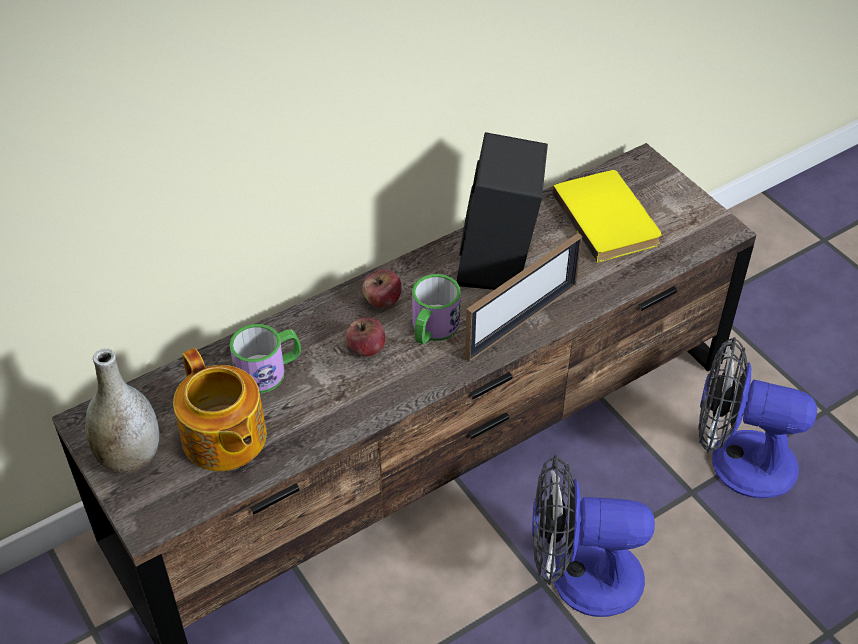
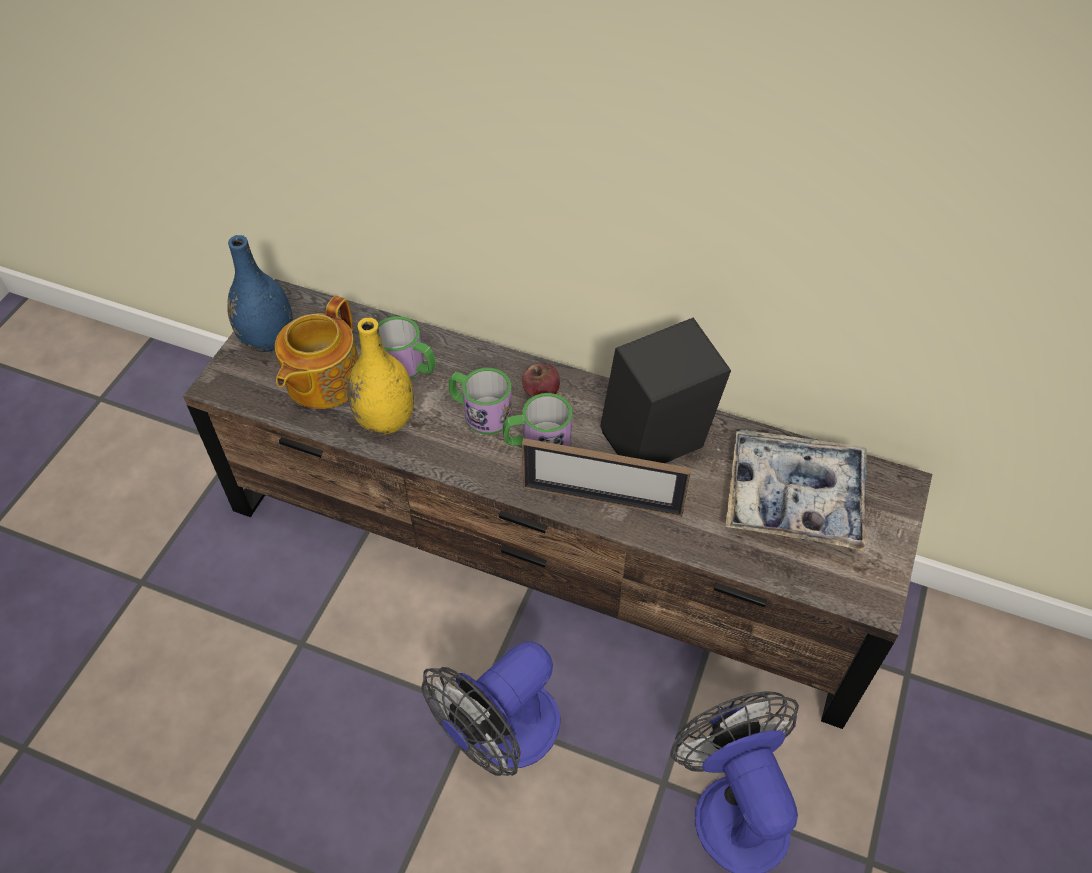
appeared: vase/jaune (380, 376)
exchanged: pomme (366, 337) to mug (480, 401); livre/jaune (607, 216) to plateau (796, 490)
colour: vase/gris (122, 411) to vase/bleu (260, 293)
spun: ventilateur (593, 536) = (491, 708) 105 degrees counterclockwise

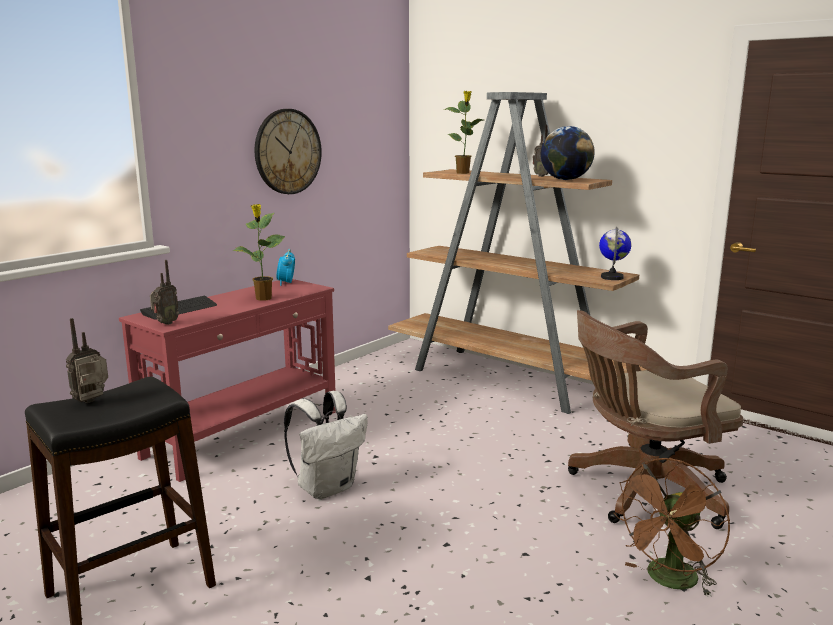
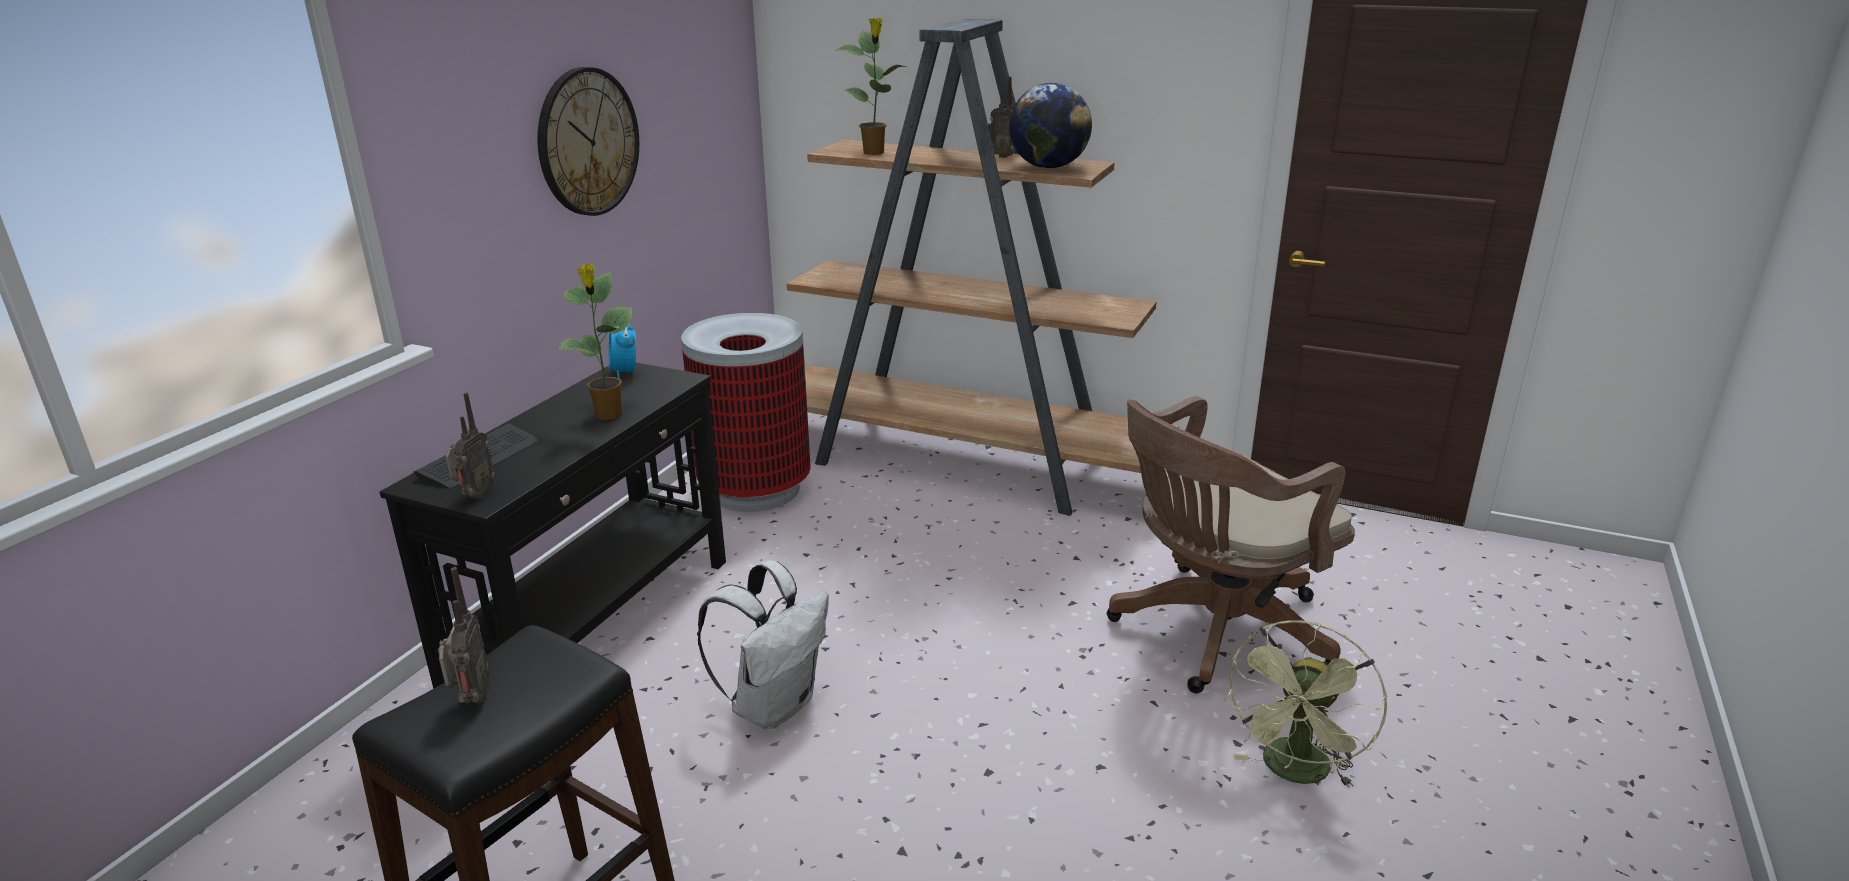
missing: globe (615, 253)
appeared: poubelle (746, 412)
colour: table console/rouge (227, 380) to table console/noir (553, 525); ventilateur/marron (672, 527) to ventilateur/vert (1305, 704)
spun: radio (87, 360) = (463, 635) 150 degrees clockwise

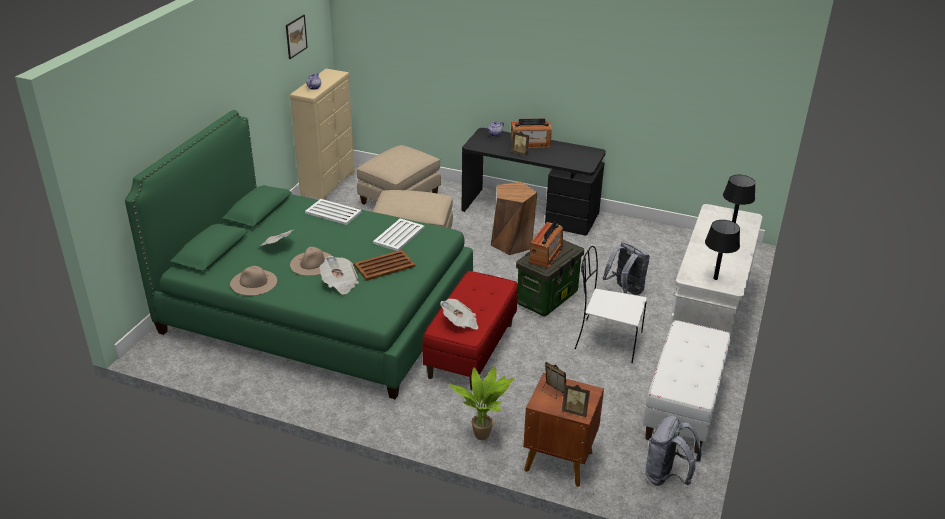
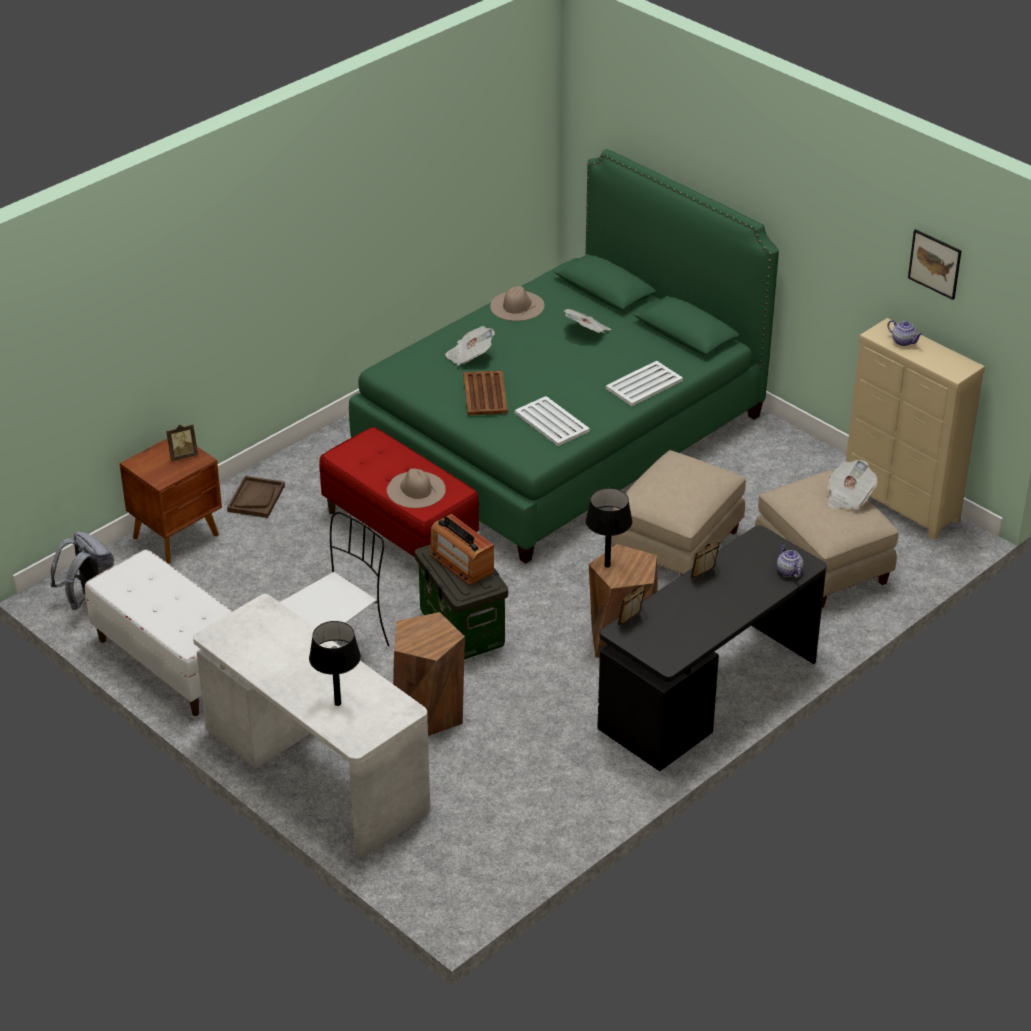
missing: radio (531, 133)
relocated: chapeau/beige (311, 261) to (416, 488); journal (459, 314) to (852, 485); cadre photo (576, 400) to (632, 608); lampe de table/noir (722, 250) to (608, 528)
exchanged: plante en pot (481, 403) to plateau/marron (256, 497); sac à dos/gris (626, 268) to tabouret/marron (429, 674)

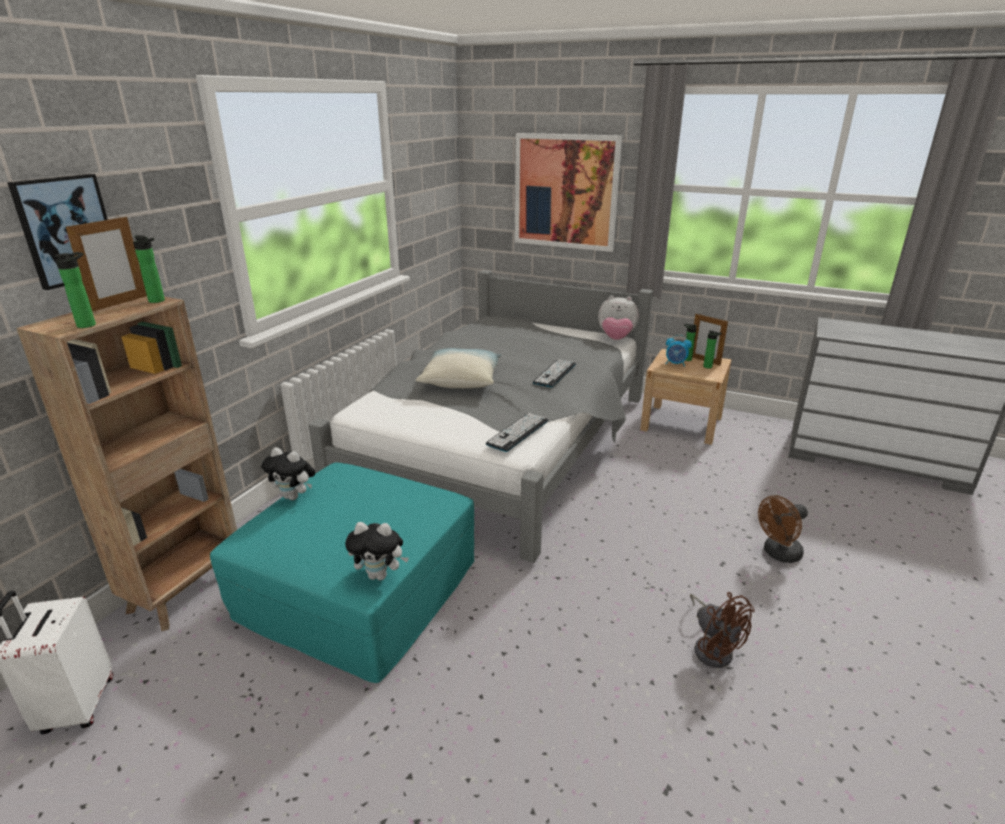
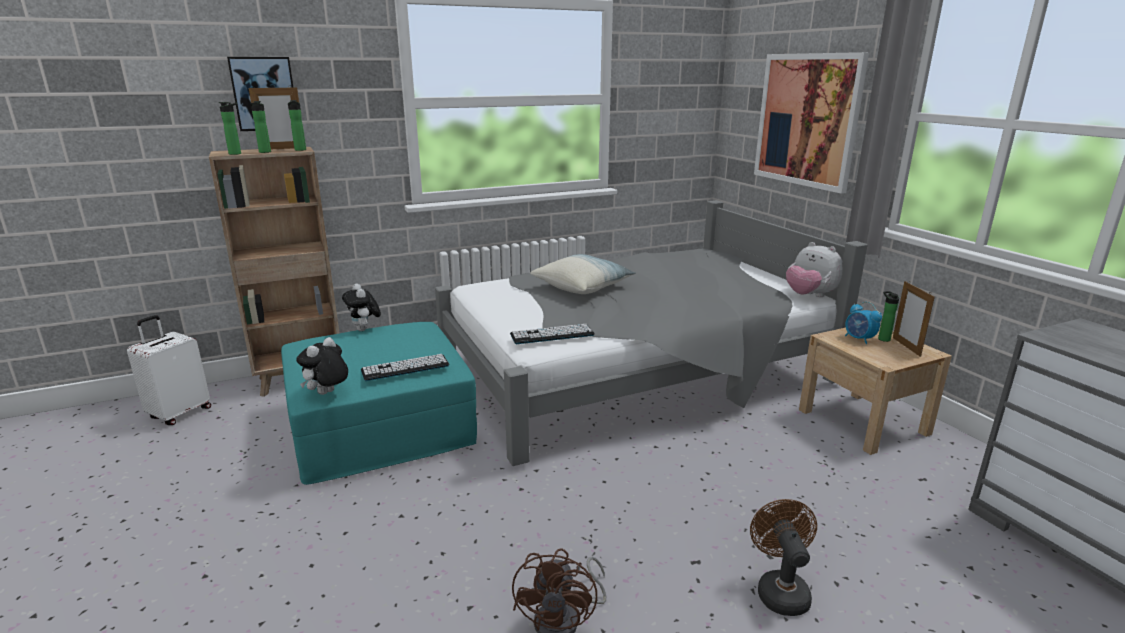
relocated: clavier (554, 373) to (405, 367); bouteille (712, 349) to (261, 127)
spun: peluche (377, 551) = (322, 366) 75 degrees clockwise; ventilateur/marron (783, 529) = (783, 557) 75 degrees clockwise

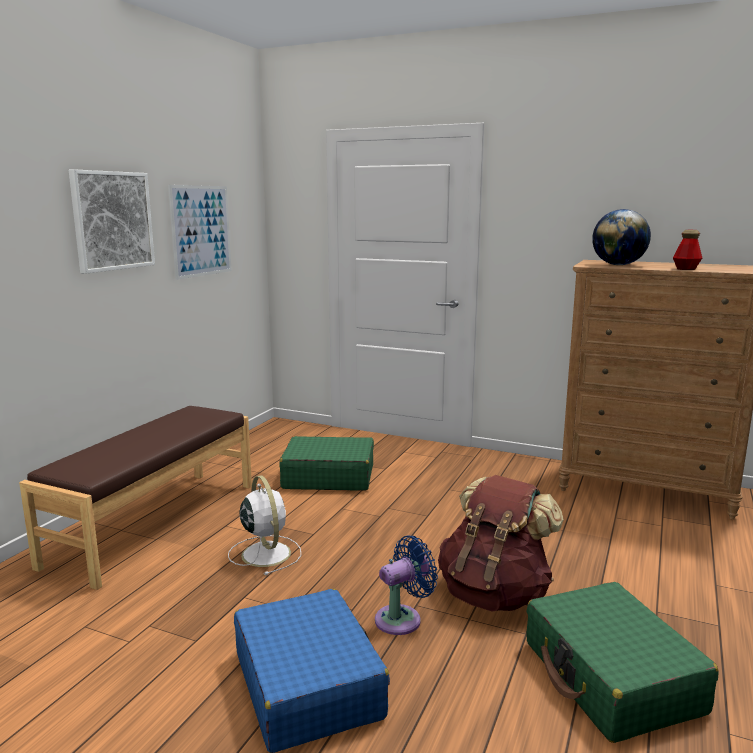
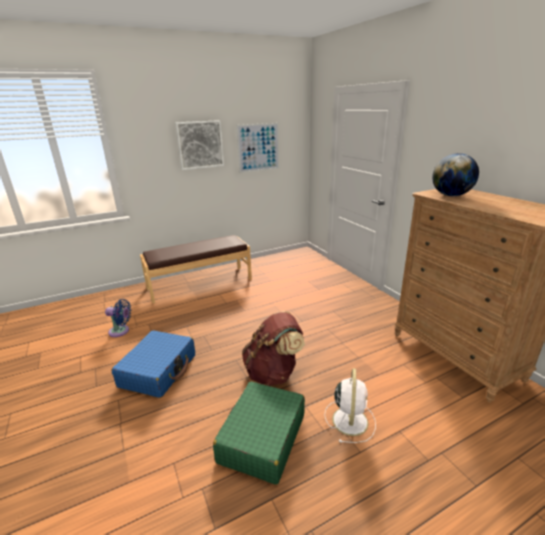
missing: valise/vert (326, 463); bouteille (687, 250)
relocated: ventilateur/blanc (264, 525) to (350, 405); ventilateur/bleu (406, 585) to (118, 318)

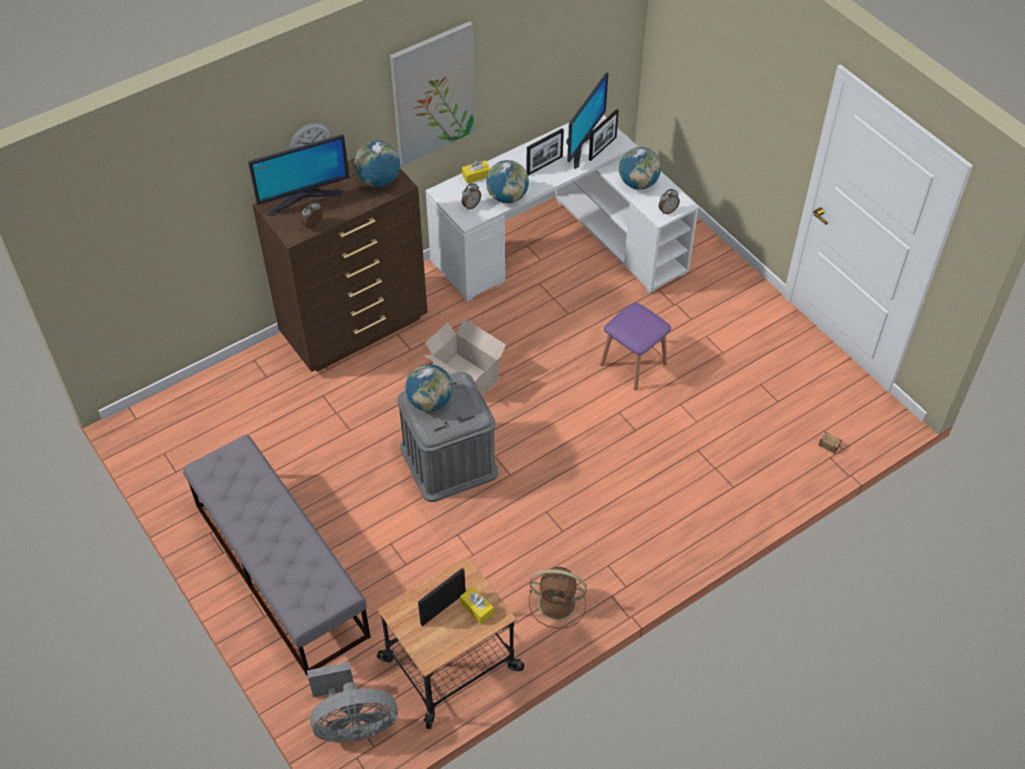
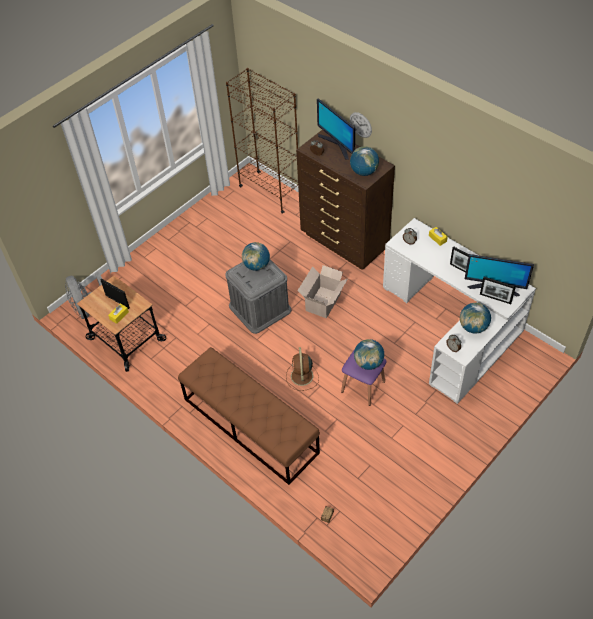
missing: banc/gris (277, 554); tableau (433, 93)
appeared: banc/marron (249, 416); bibliothèque/marron (262, 141)
relocated: globe (507, 181) to (369, 354); ventilateur/marron (558, 597) to (302, 369)

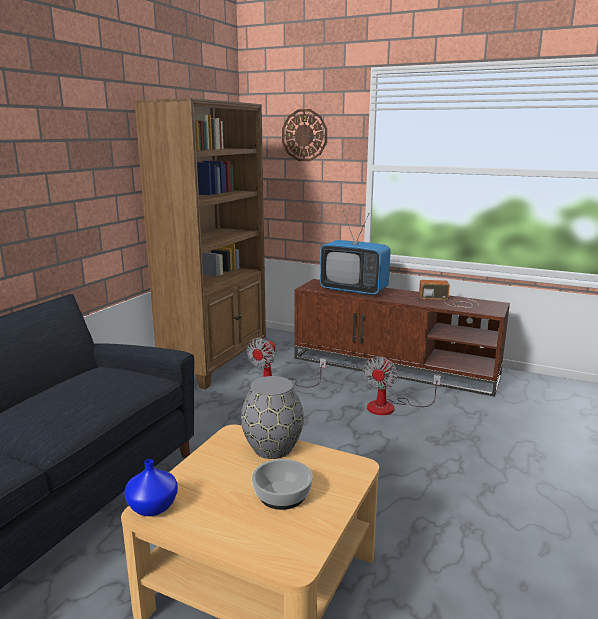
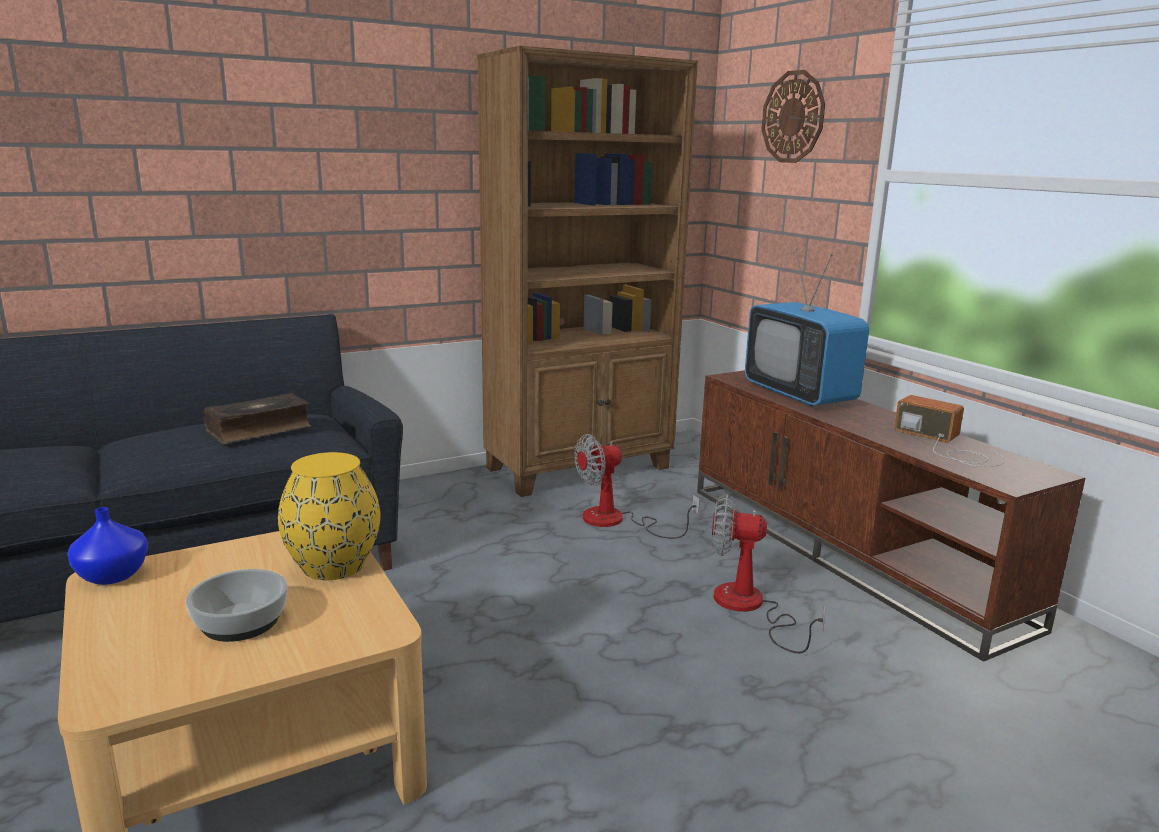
appeared: livre (257, 418)
colour: vase/gris (272, 417) to vase/jaune (329, 516)
spun: ventilateur (402, 385) = (769, 573) 45 degrees clockwise

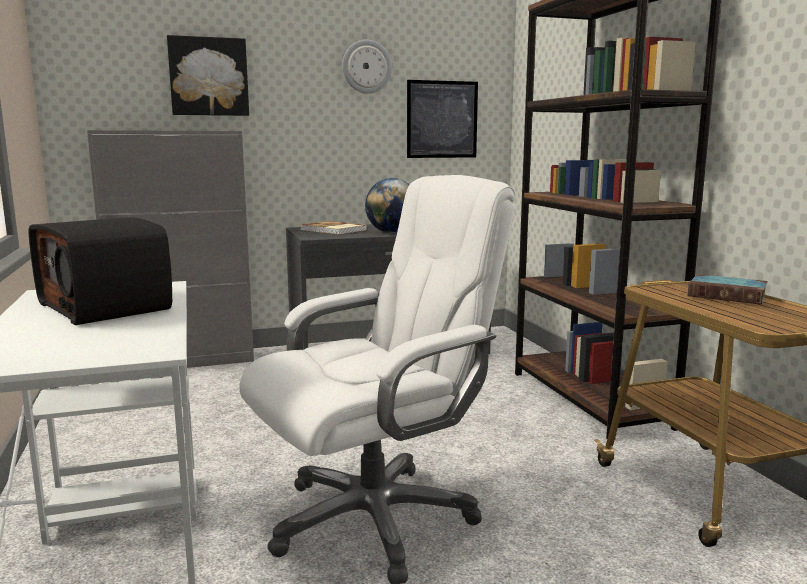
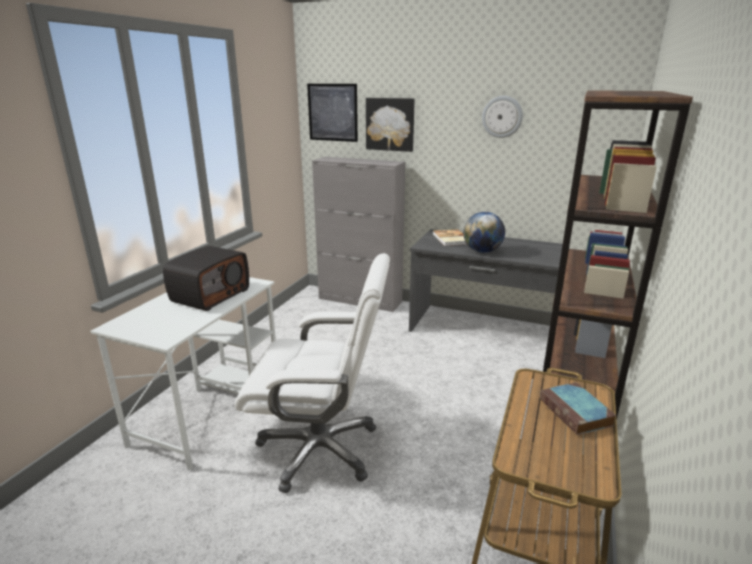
relocated: tableau (442, 119) to (332, 113)
spun: radio (100, 271) = (206, 278) 150 degrees counterclockwise

